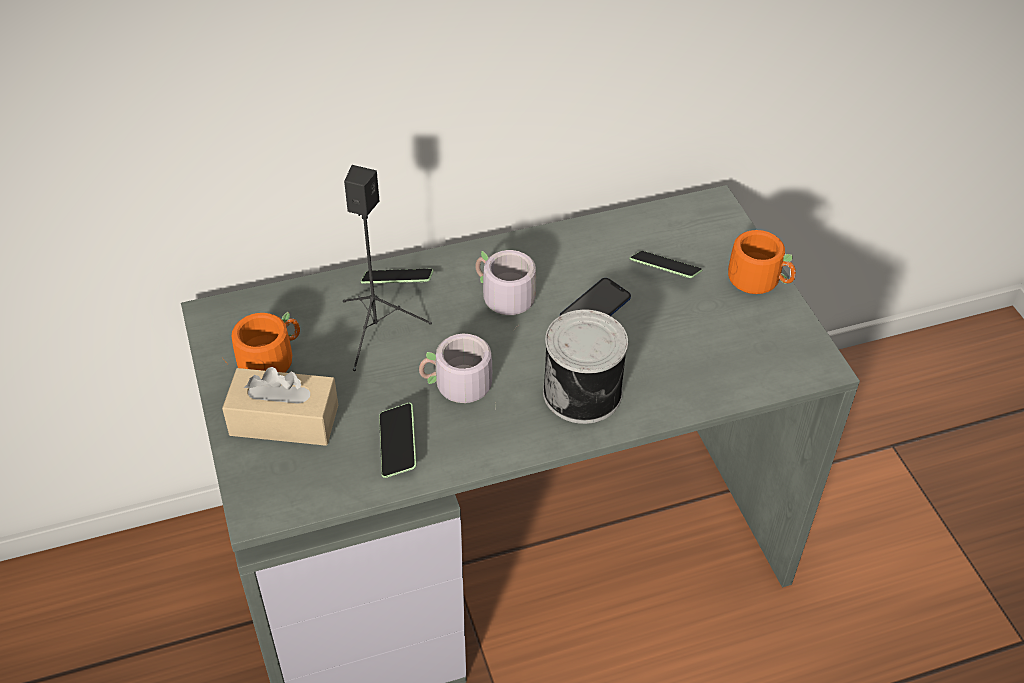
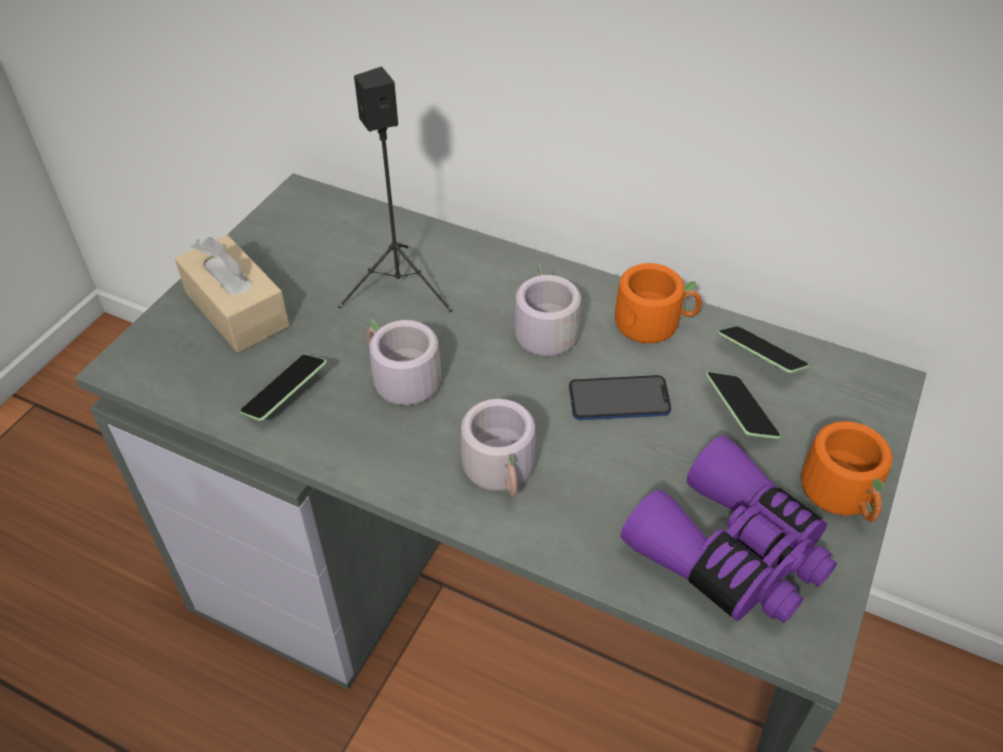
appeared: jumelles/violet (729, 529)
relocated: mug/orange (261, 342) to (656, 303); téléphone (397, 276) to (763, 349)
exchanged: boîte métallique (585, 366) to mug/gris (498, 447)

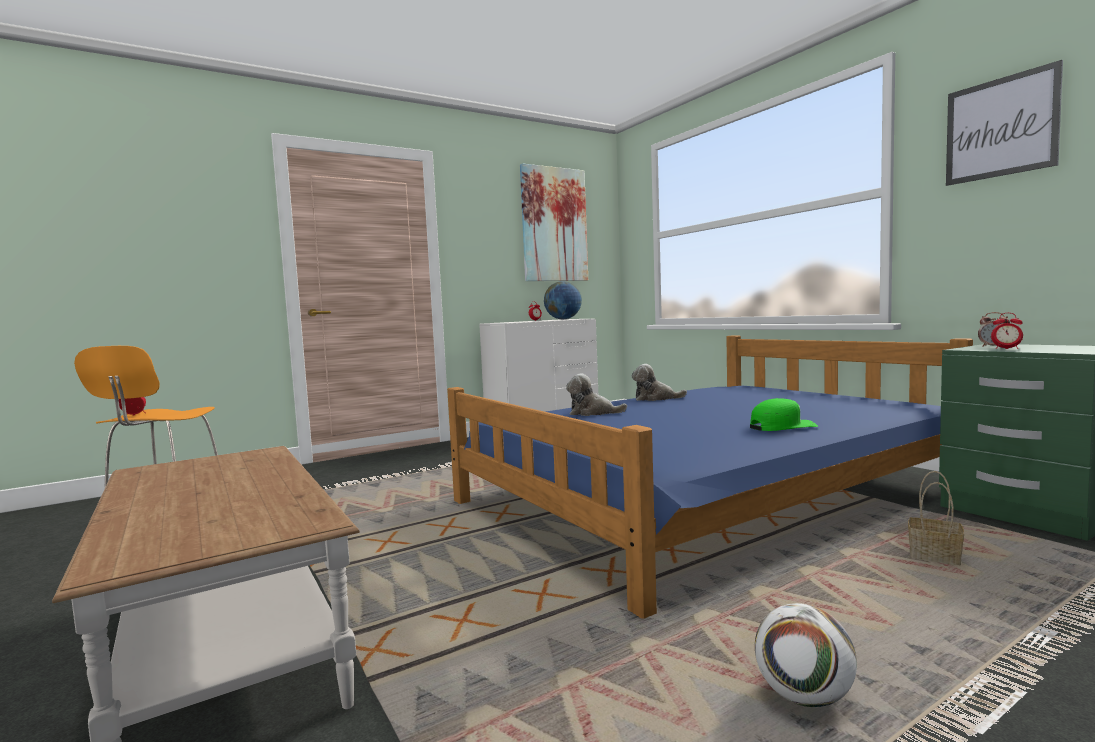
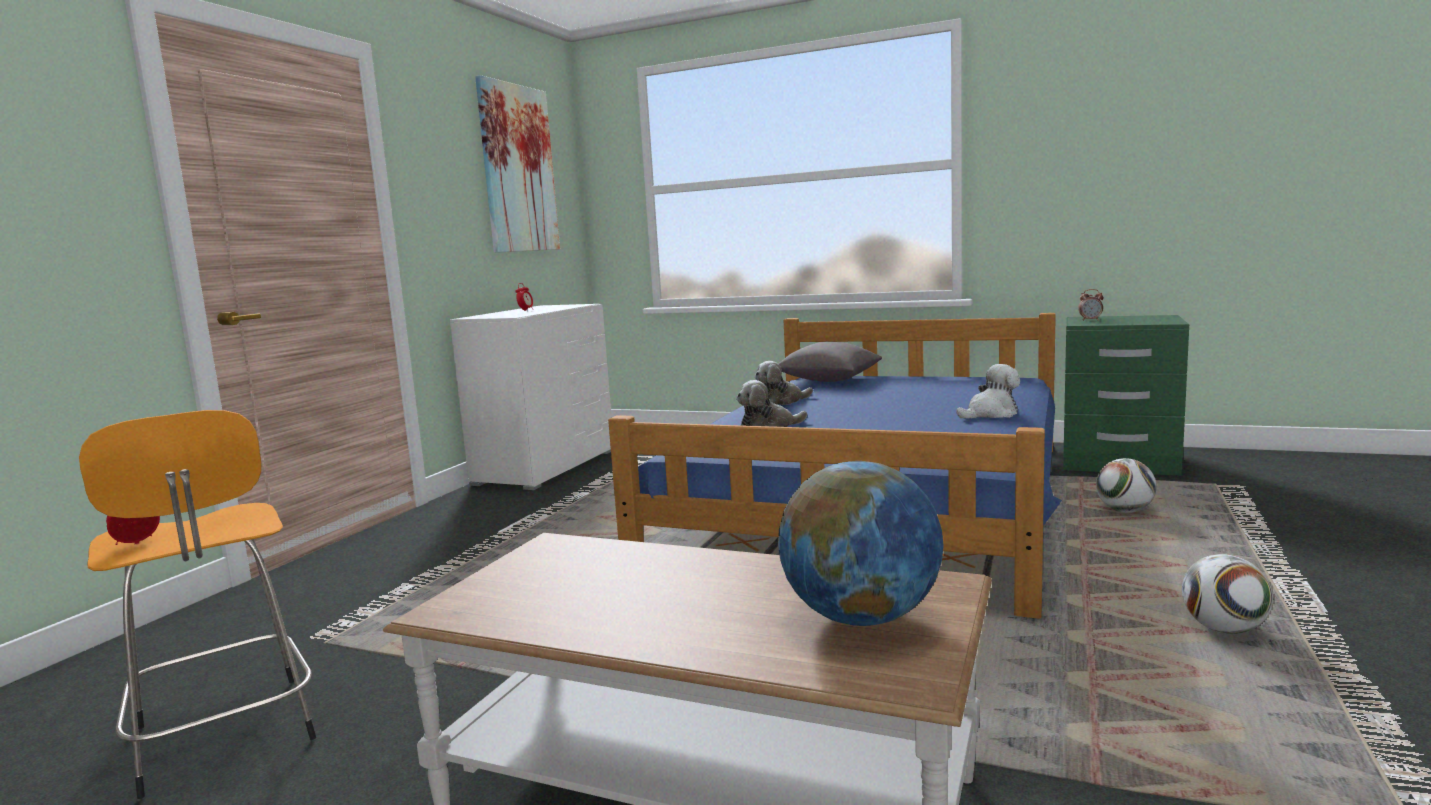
missing: tableau (1004, 123); réveil (1007, 331)
appeared: coussin/gris (830, 361)
relocated: globe (563, 300) to (861, 543)
exchanged: casquette/vert (784, 414) to peluche (988, 391); panier (936, 518) to ballon de foot (1126, 485)

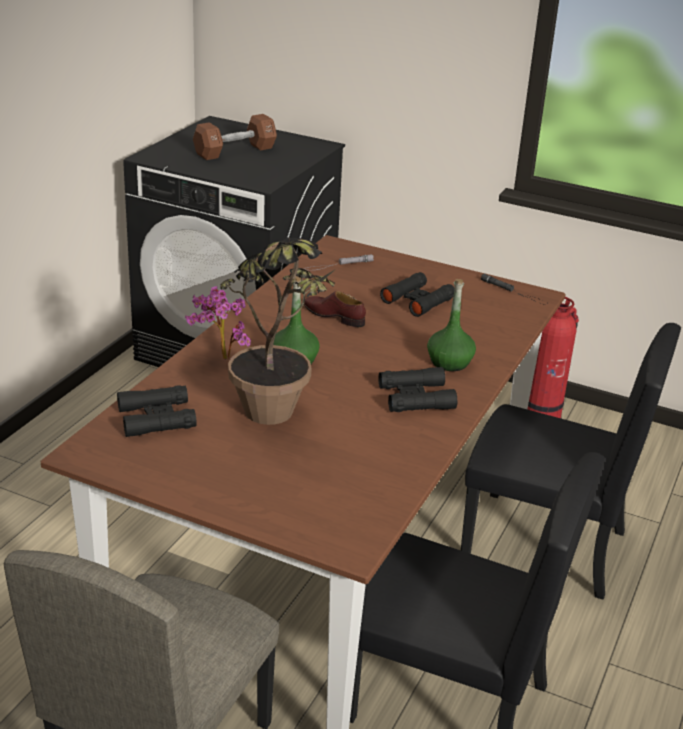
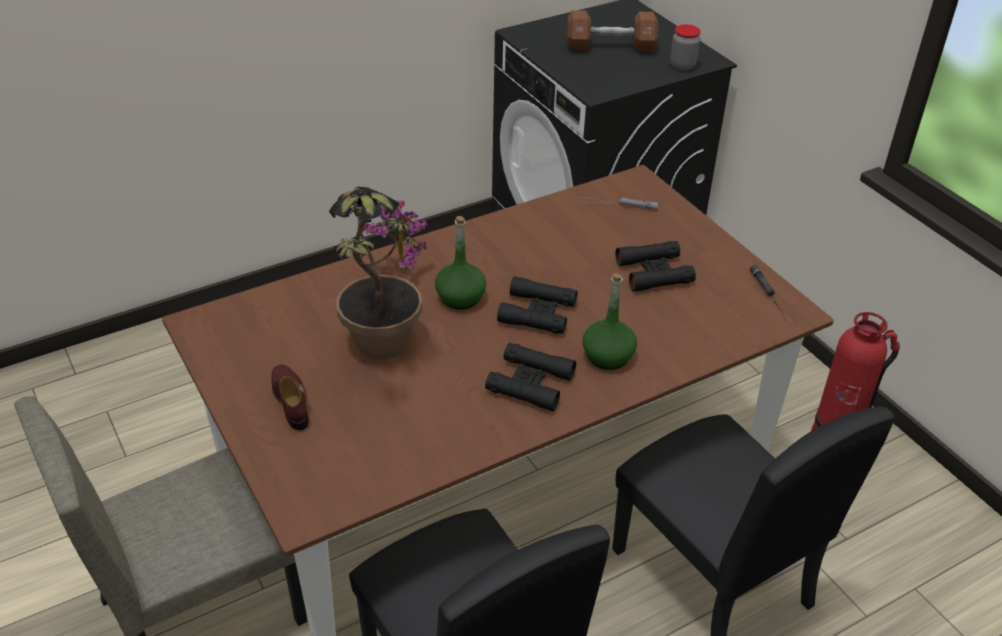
appeared: bocal (685, 47)
relocated: jumelles/noir (157, 411) to (537, 305); chaussure/marron (335, 309) to (290, 397)

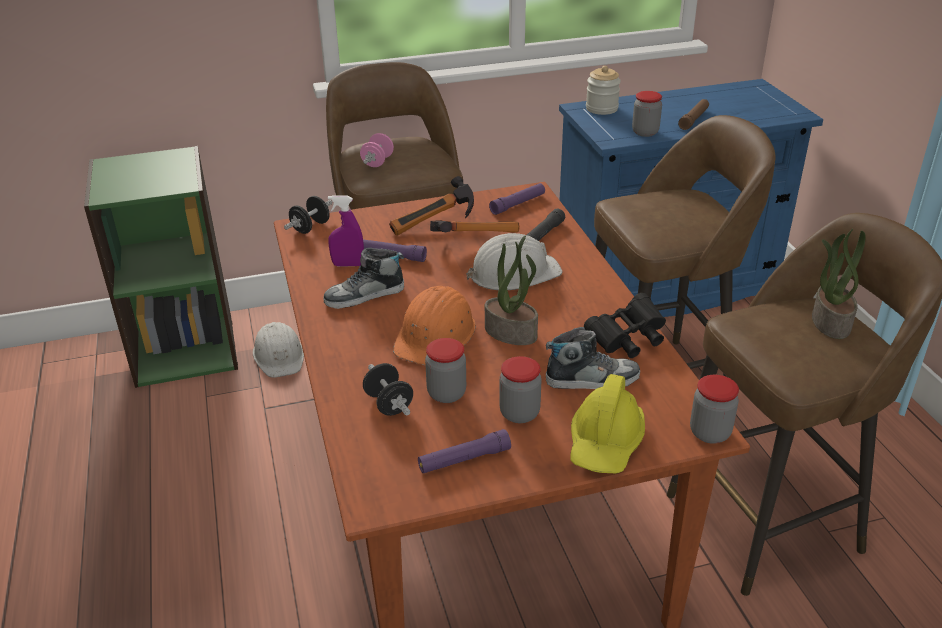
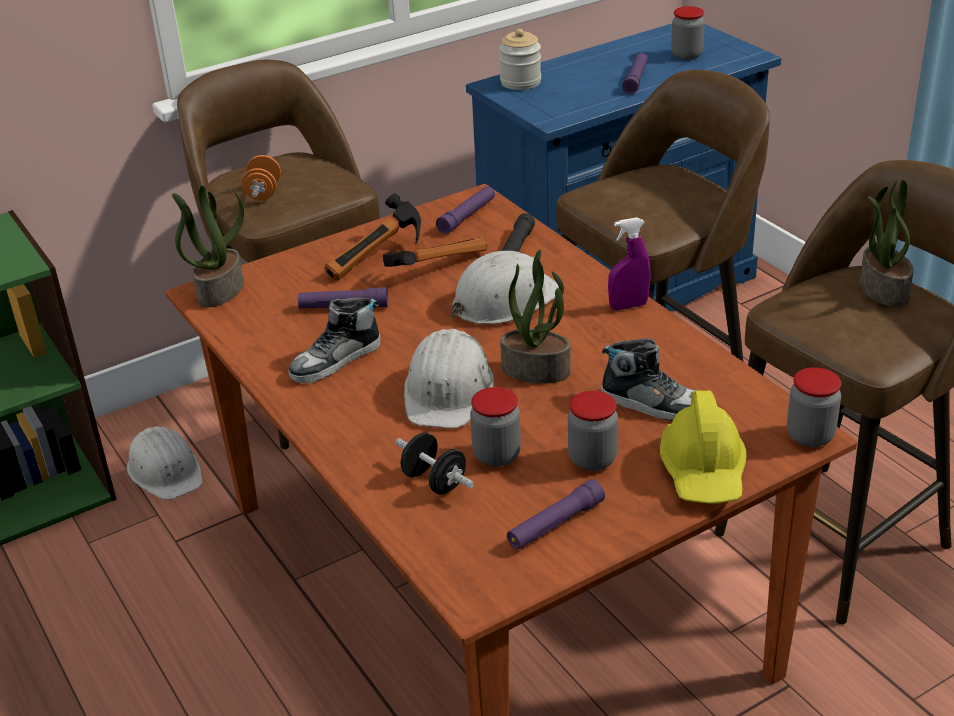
missing: jumelles/noir (625, 325)
relocated: vaporisateur/violet (346, 231) to (629, 264); bocal (647, 114) to (688, 33)
exchanged: haltère/noir (308, 215) to plante en pot (208, 246)
colour: haltère/rose (377, 150) to haltère/orange (261, 177); casque de chantier/orange (434, 325) to casque de chantier/blanc (449, 378); lampe de poche/marron (693, 114) to lampe de poche/violet (635, 73)
spun: chaussure (593, 358) = (649, 379) 45 degrees clockwise

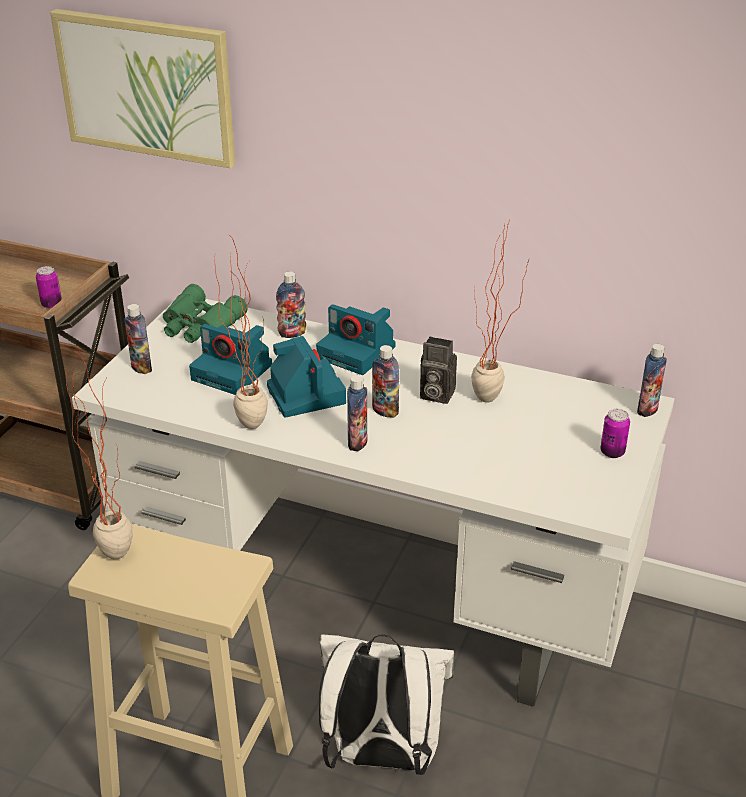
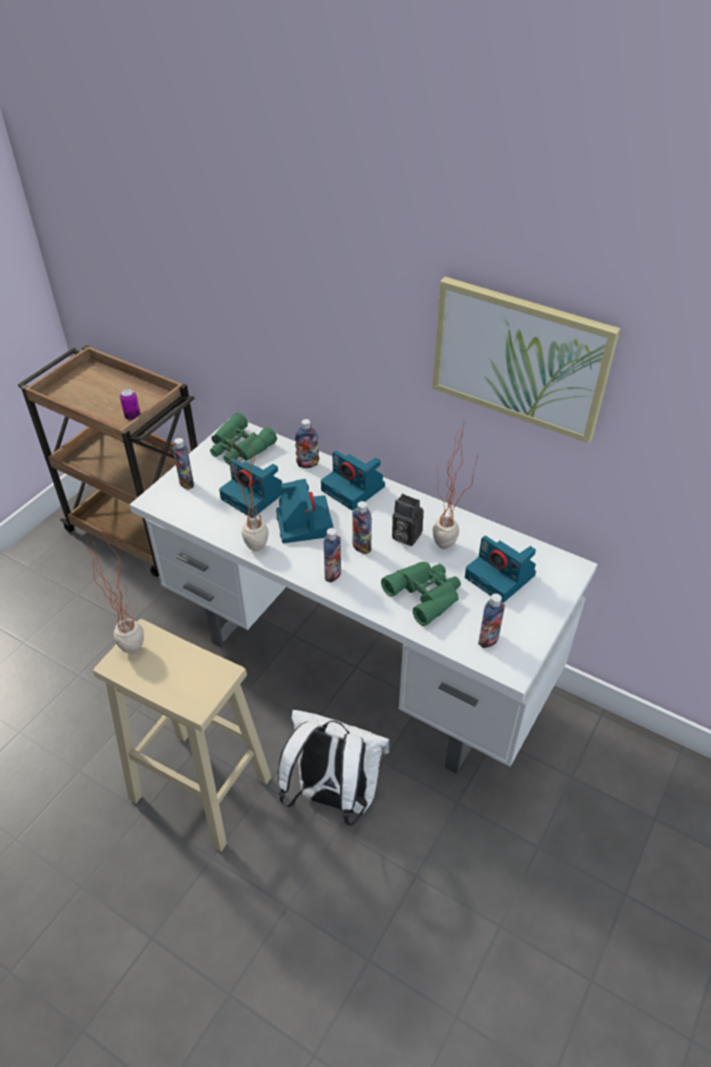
missing: boîte métallique (615, 433)
appeared: jumelles/vert (421, 594); appareil photo (500, 569)
relocated: tableau (142, 88) to (526, 360); bouteille (652, 380) to (491, 621)

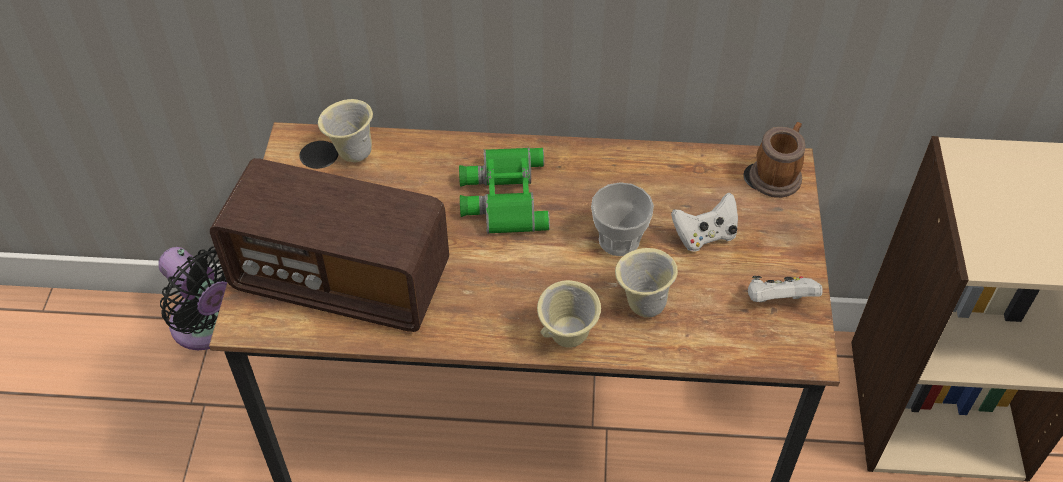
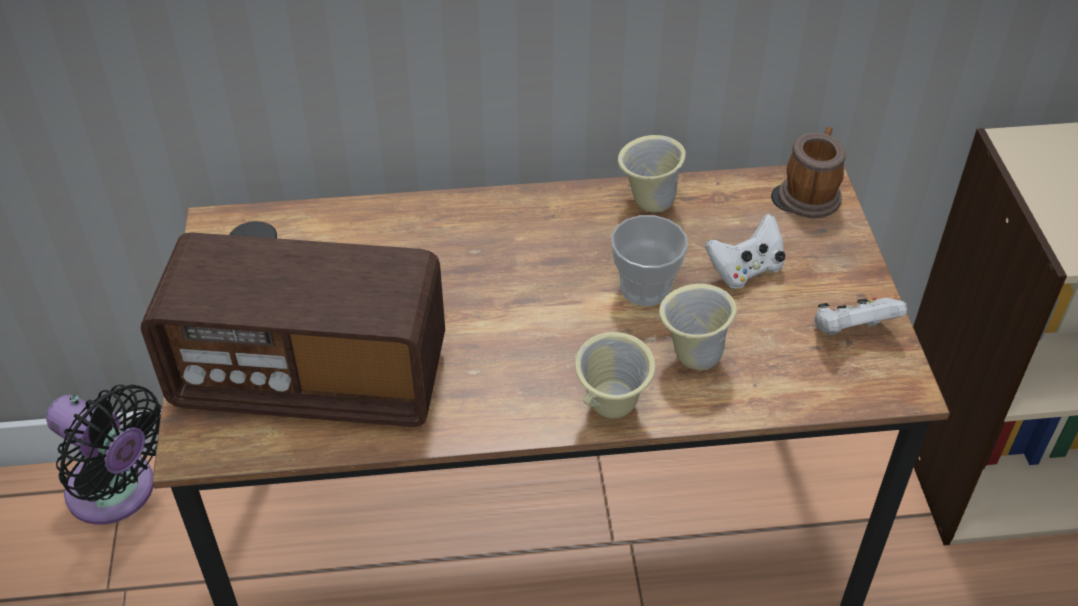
missing: jumelles/vert (504, 191)
relocated: mug/beige (345, 130) to (652, 173)

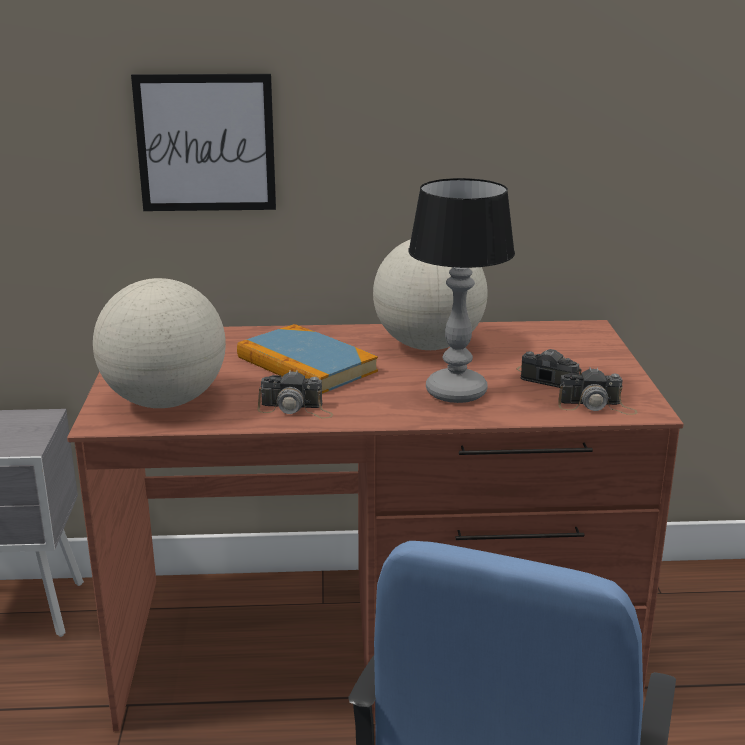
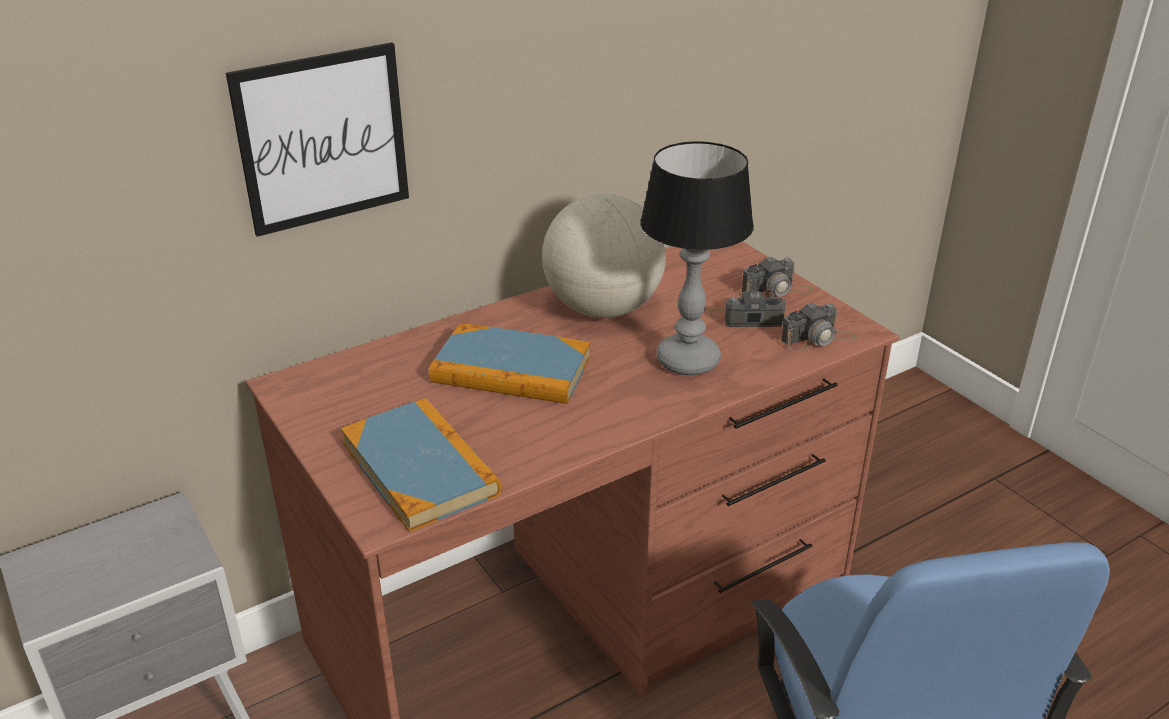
relocated: appareil photo (295, 394) to (777, 277)
exchanged: globe (159, 343) to livre (421, 465)

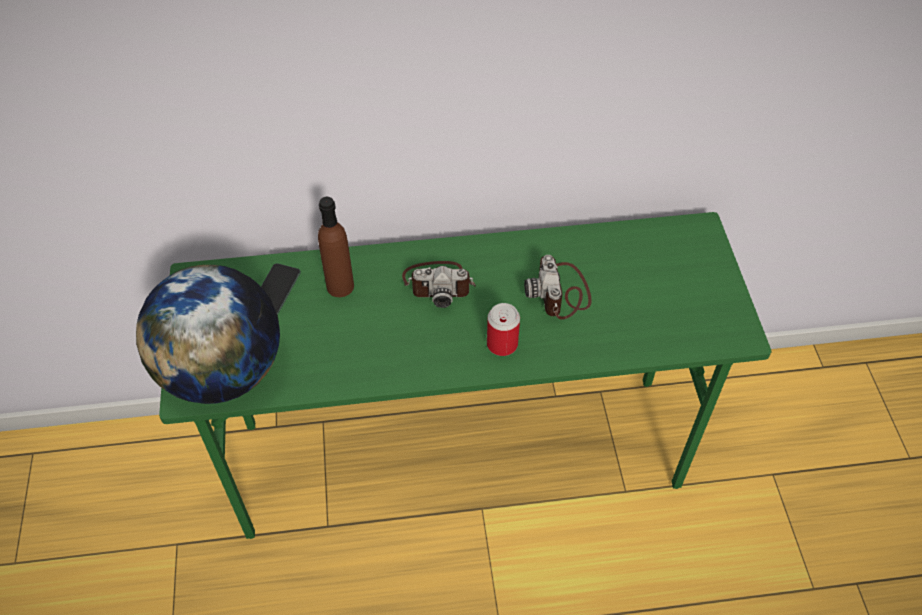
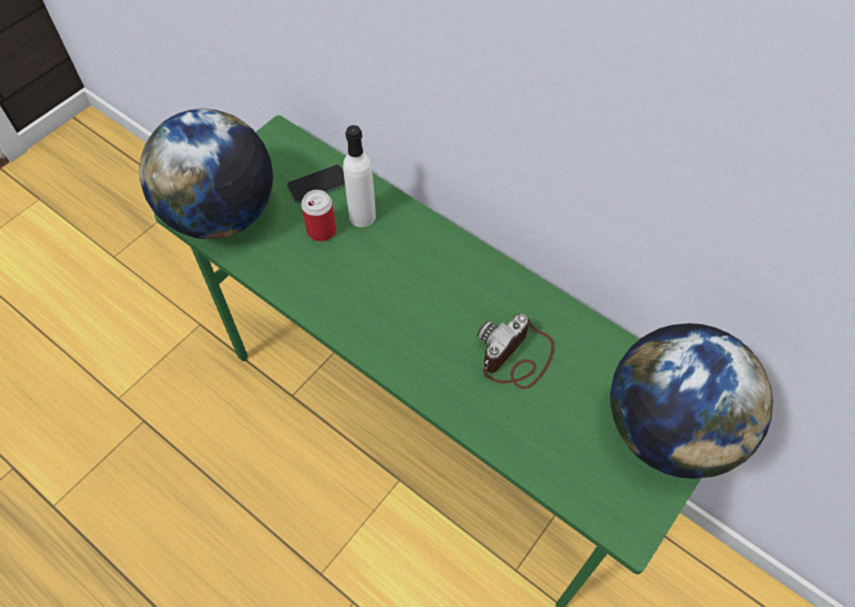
missing: appareil photo (439, 284)
appeared: globe (691, 401)
relocated: boîte métallique (503, 329) to (318, 215)
colour: bouteille/marron (336, 247) to bouteille/blanc (359, 176)

